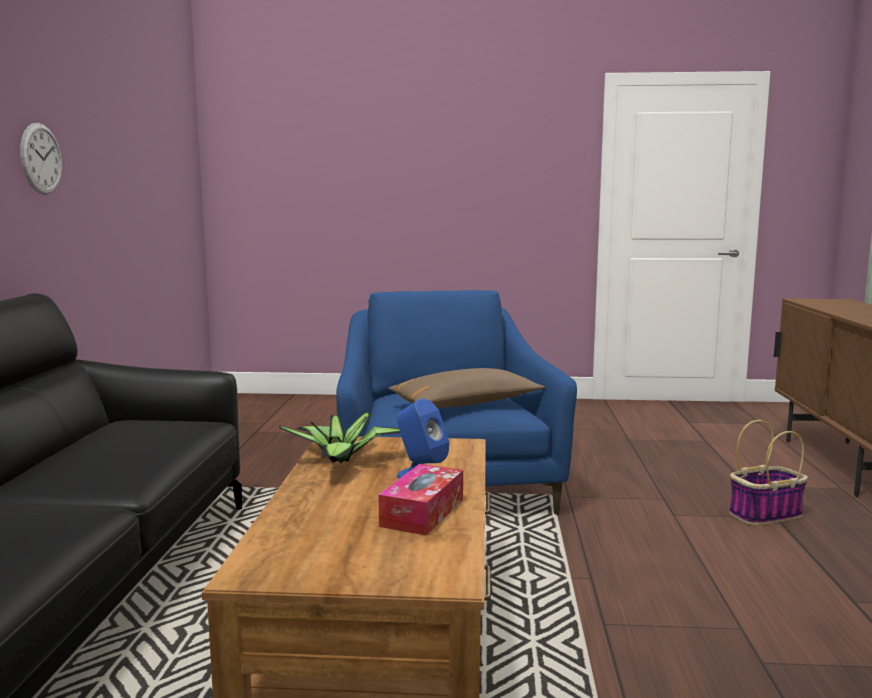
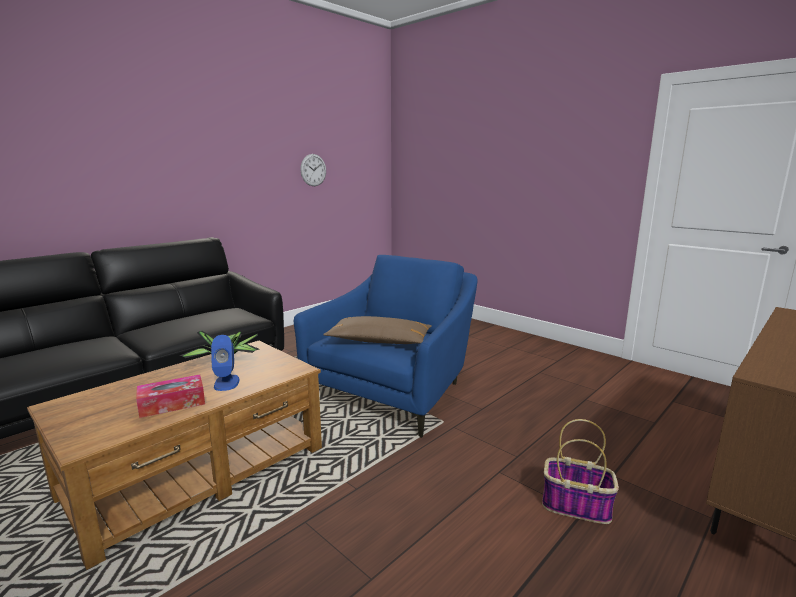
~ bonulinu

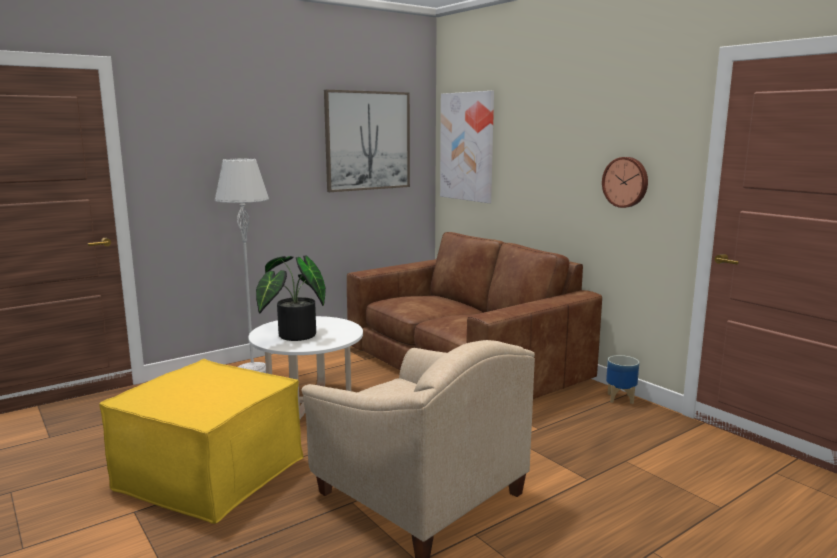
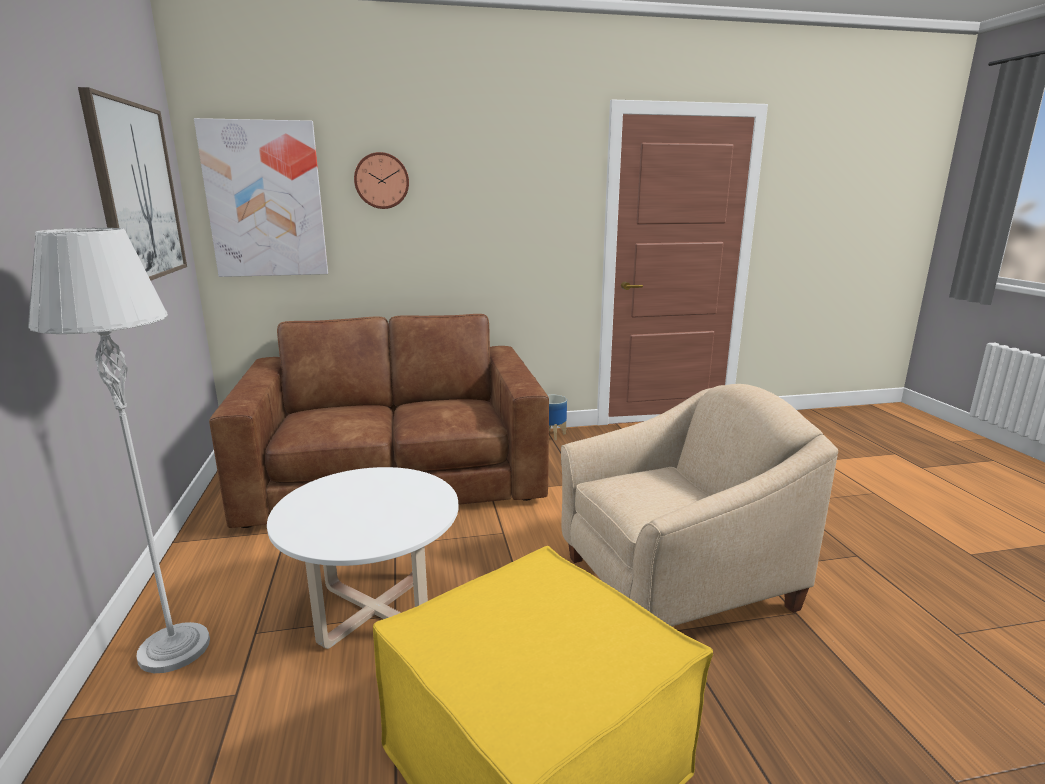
- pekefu
~ bonulinu

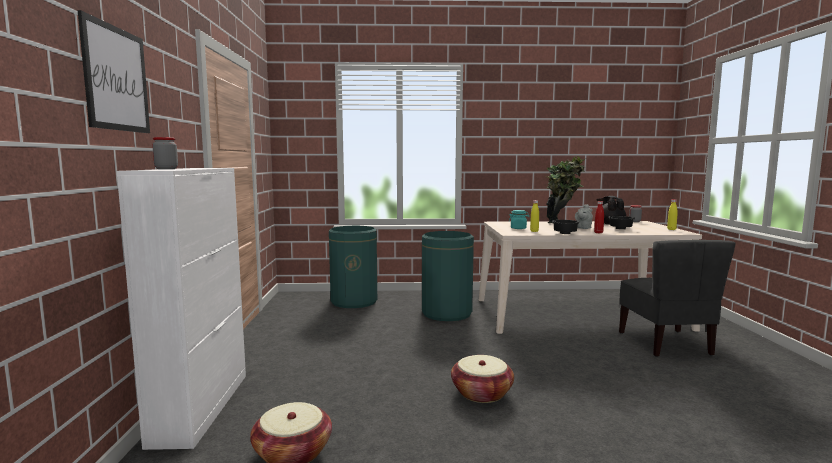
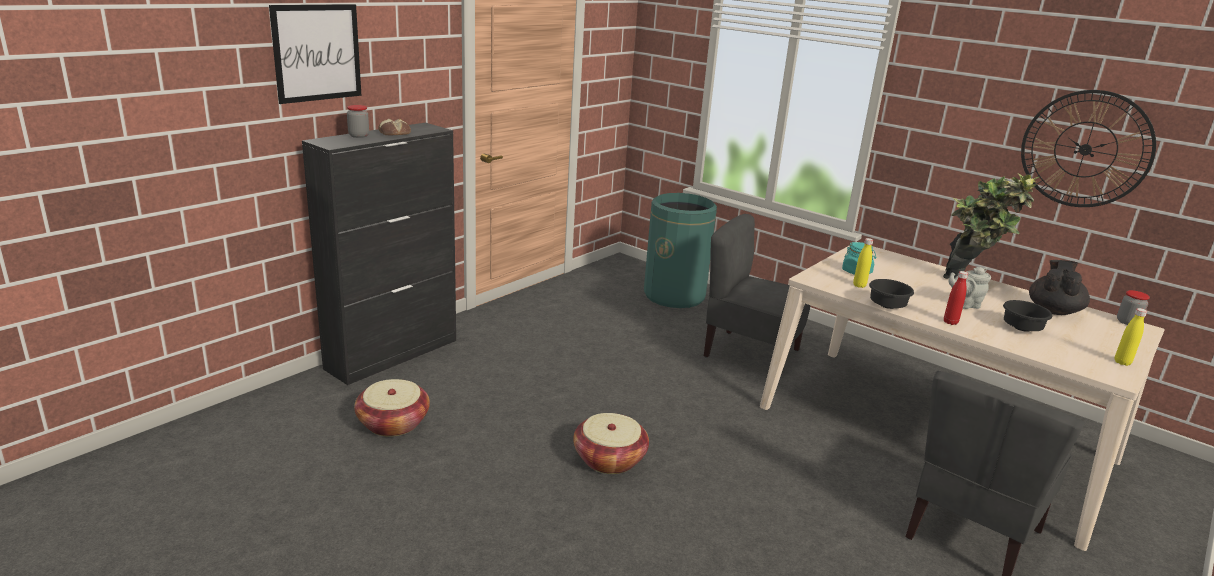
~ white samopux to black samopux
~ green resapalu (2nd from left) to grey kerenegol (1st from left)
+ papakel
+ bonulinu

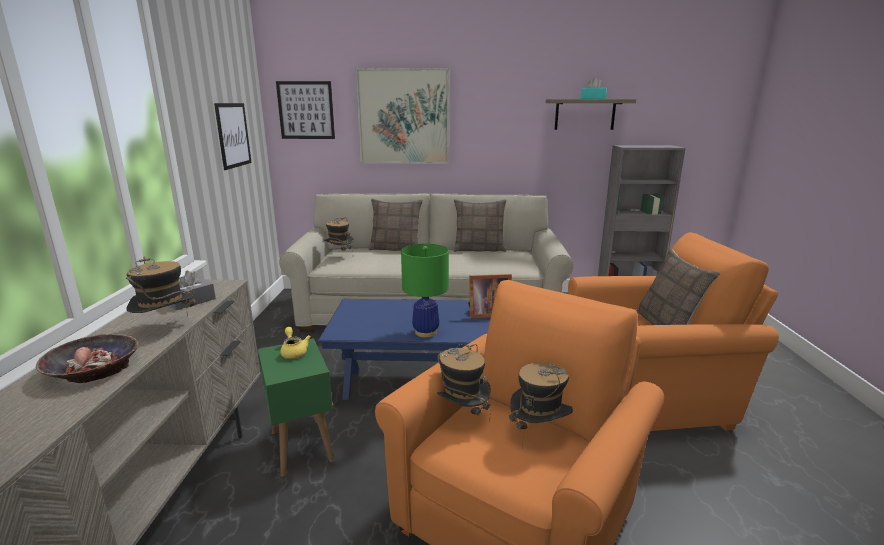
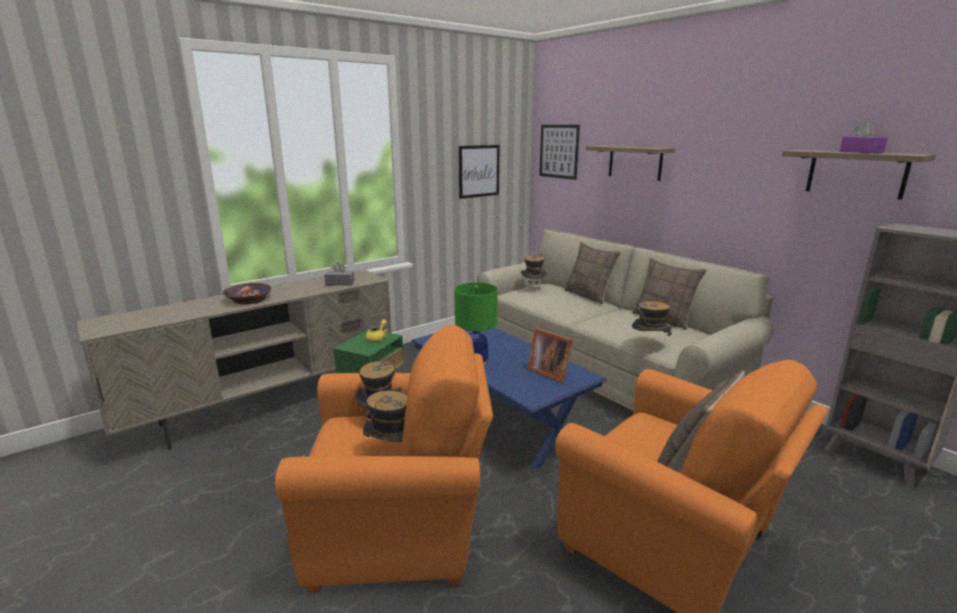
~ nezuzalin (1st from left in the first image) to nezuzalin (4th from left)
~ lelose (3rd from left) to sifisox (1st from left)
~ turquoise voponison to purple voponison

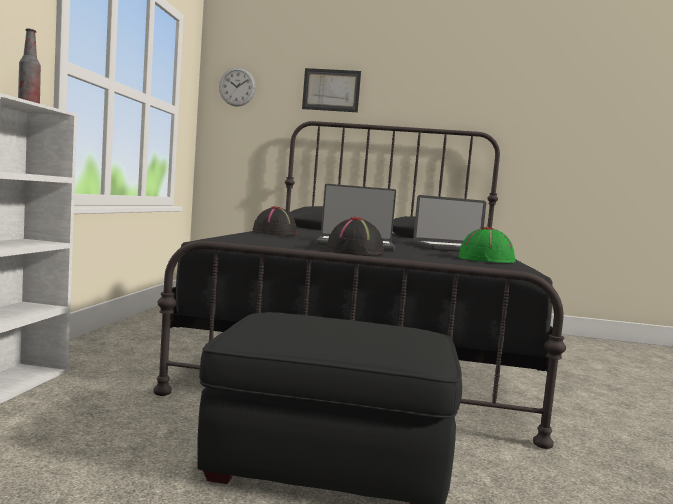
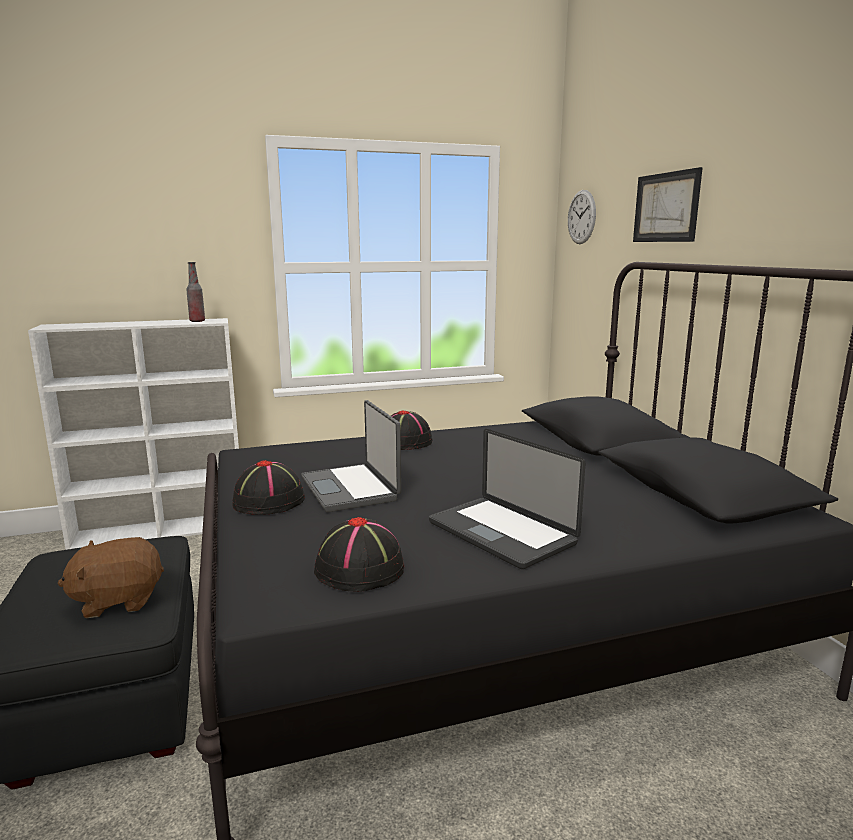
~ green nezuzalin to black nezuzalin (2nd from left)
+ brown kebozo

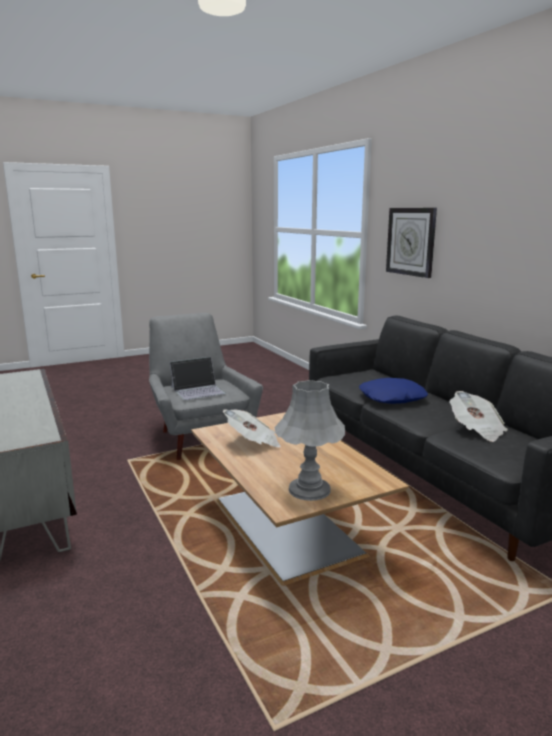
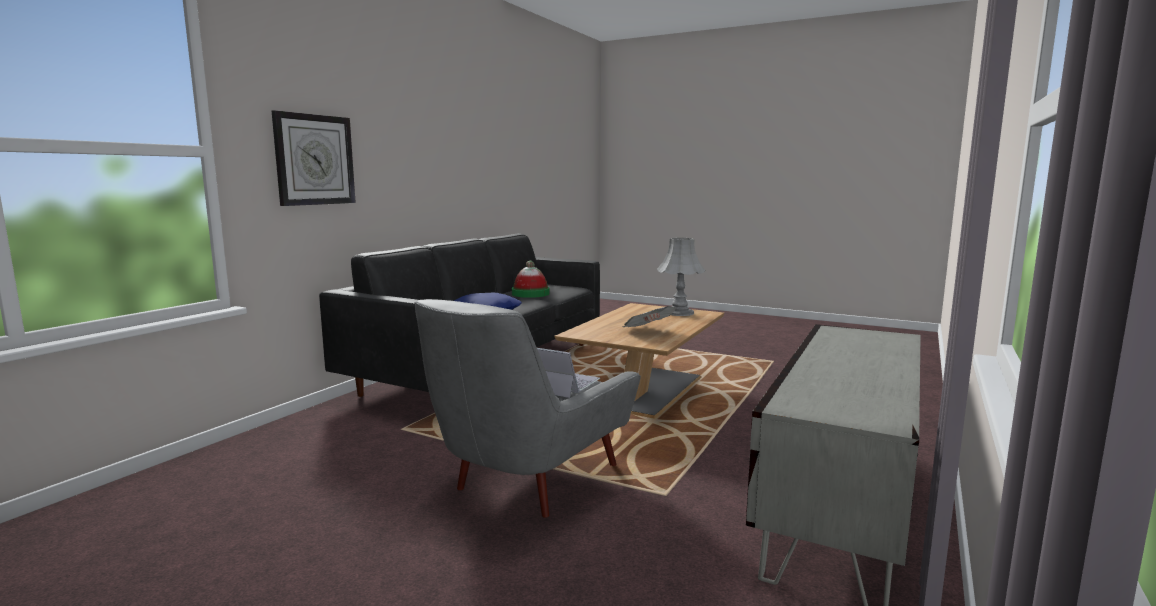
~ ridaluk (2nd from left) to nezuzalin

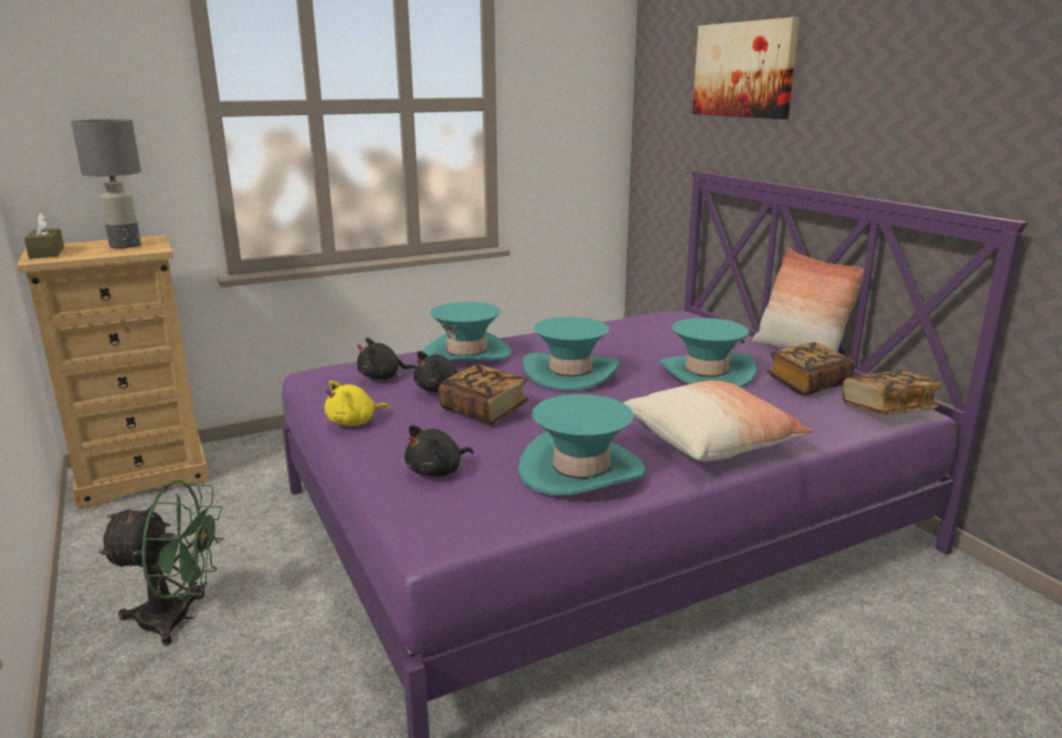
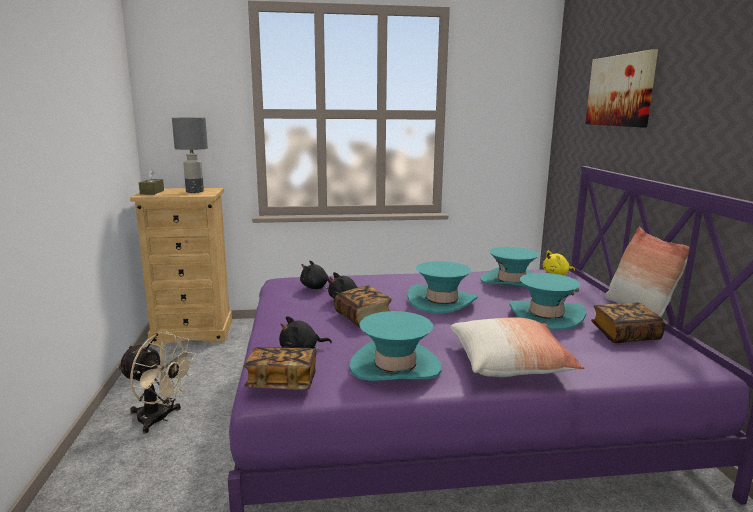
~ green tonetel to beige tonetel
~ yellow kebozo
~ turquoise nezuzalin (1st from left in the first image) to turquoise nezuzalin (3rd from left)
~ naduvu (3rd from left in the first image) to naduvu (1st from left)

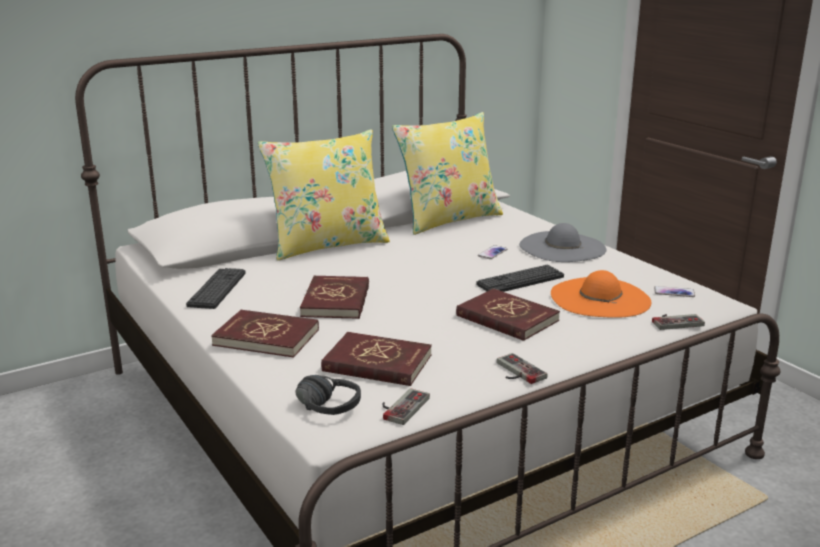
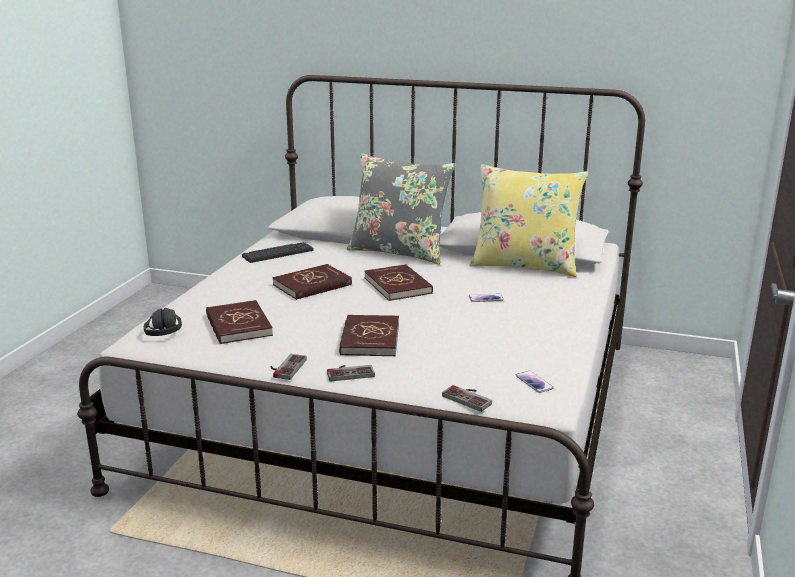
~ red naduvu (1st from left in the first image) to red naduvu (4th from left)
~ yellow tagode (1st from left) to grey tagode
~ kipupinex (1st from left in the first image) to kipupinex (2nd from left)
- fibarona (2nd from left)
- grey nezuzalin
- orange nezuzalin

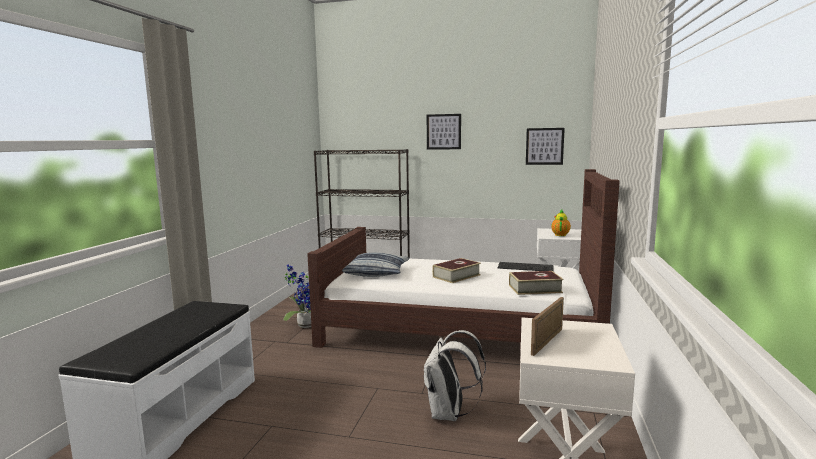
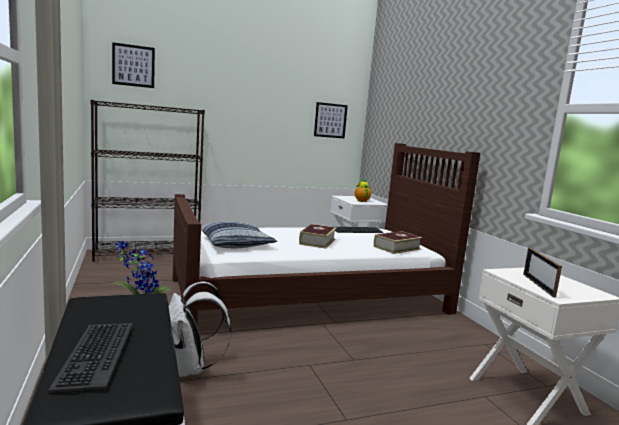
~ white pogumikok
~ lelose (1st from left)
+ fibarona (1st from left)

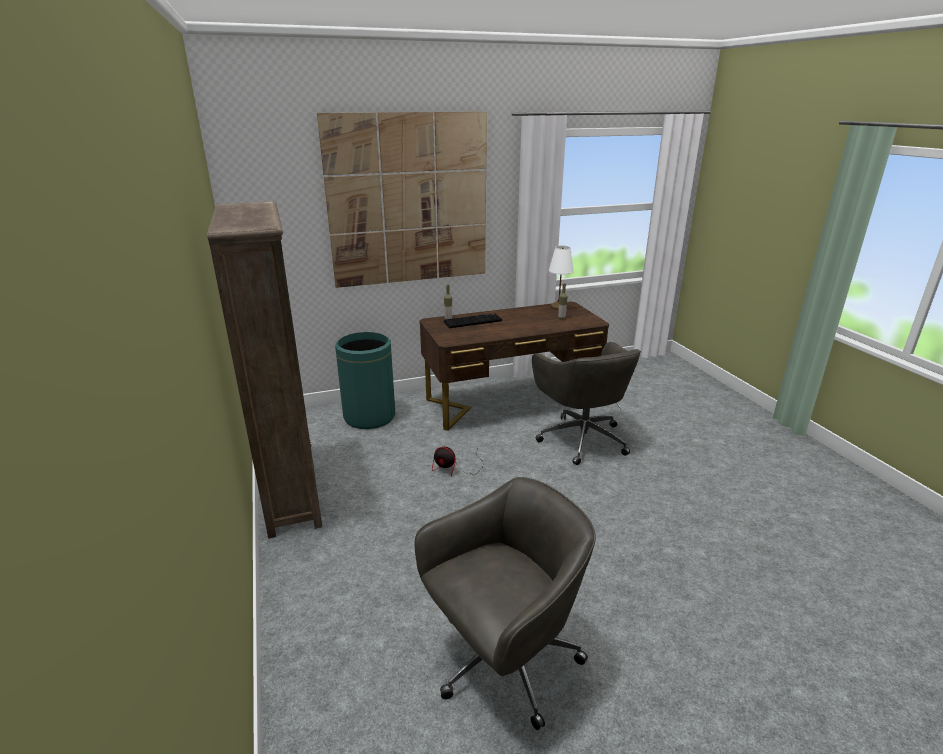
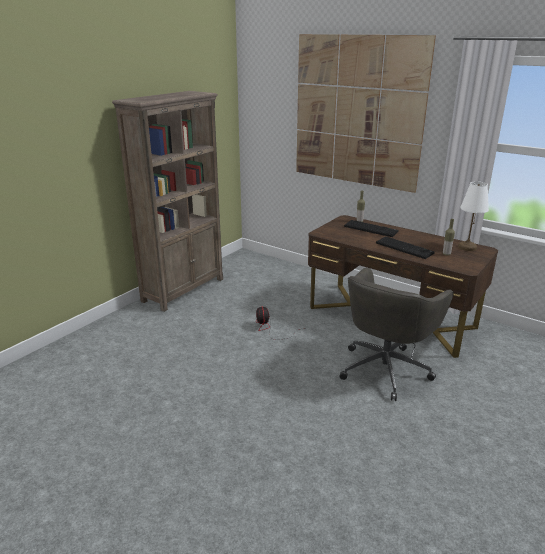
- green resapalu
- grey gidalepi (1st from left)
+ fibarona (2nd from left)

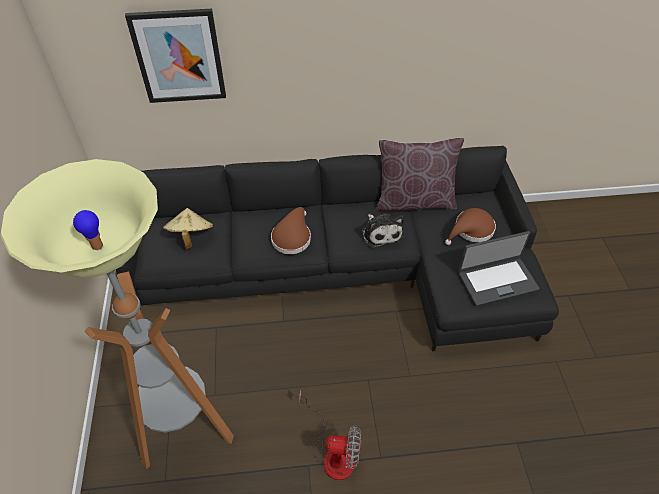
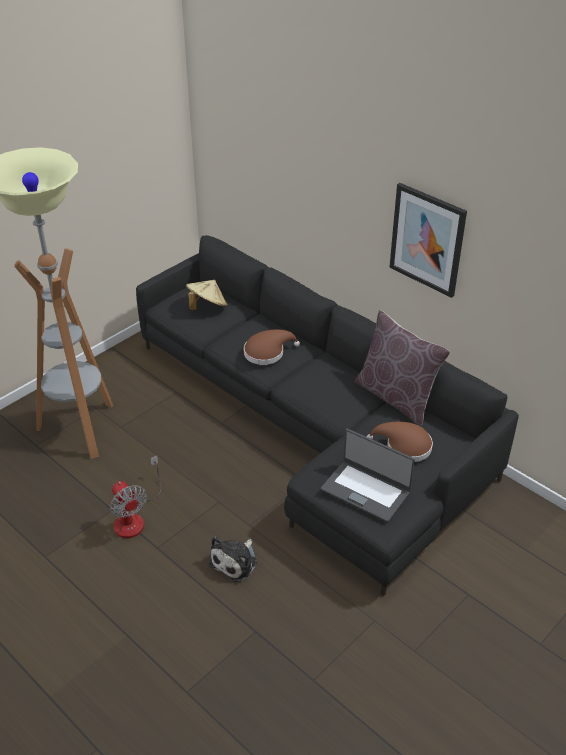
~ lelose
~ kebozo

